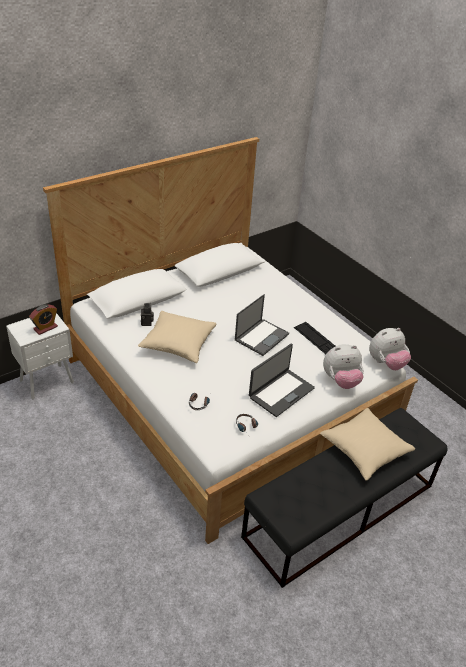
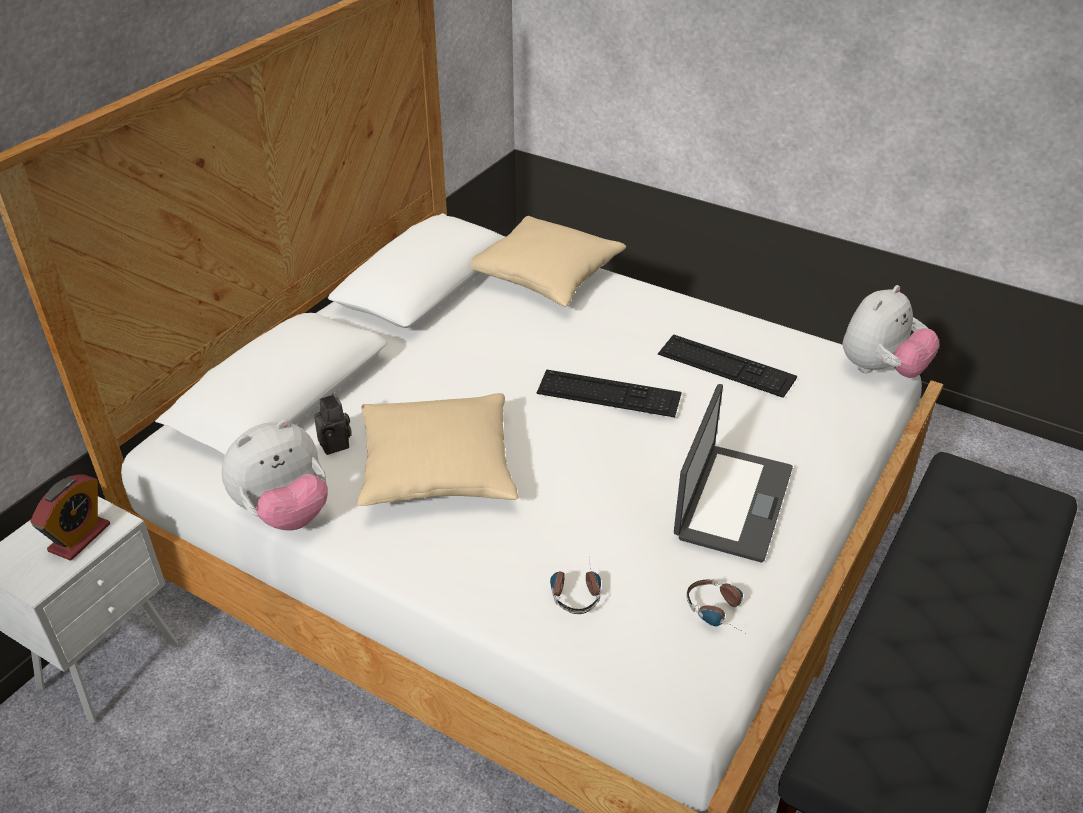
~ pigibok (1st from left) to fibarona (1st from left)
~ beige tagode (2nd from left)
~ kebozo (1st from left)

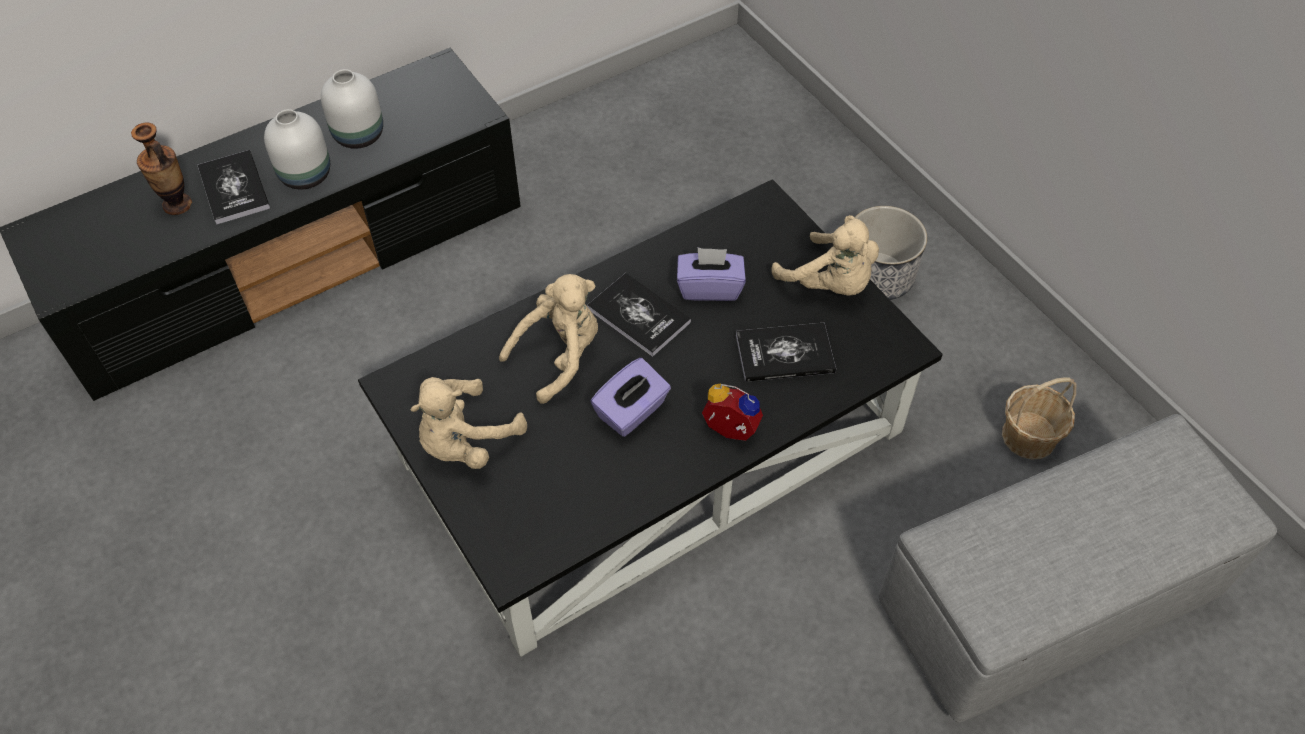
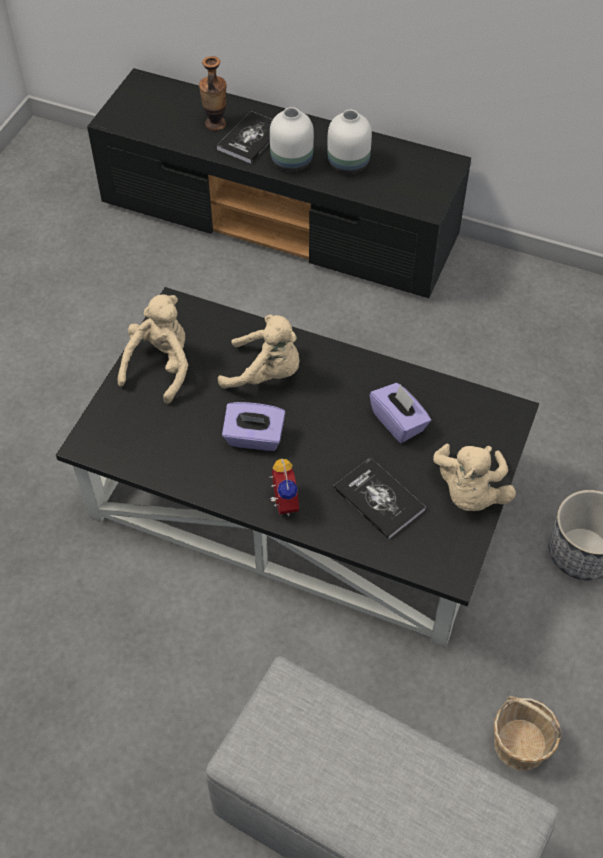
~ beige kebozo (1st from left) 105 degrees clockwise
- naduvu (2nd from left)

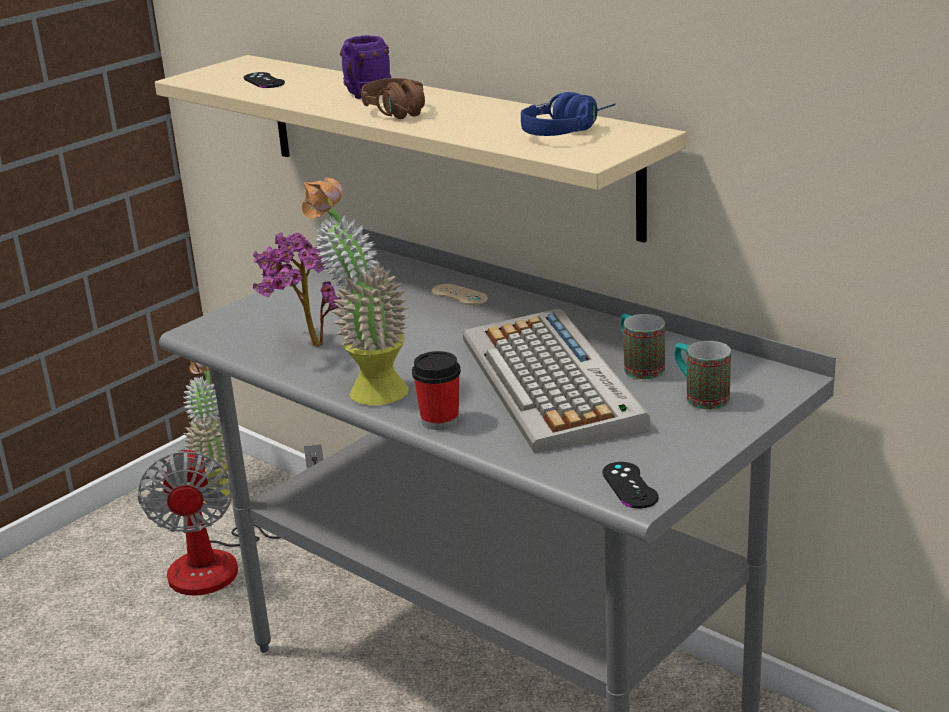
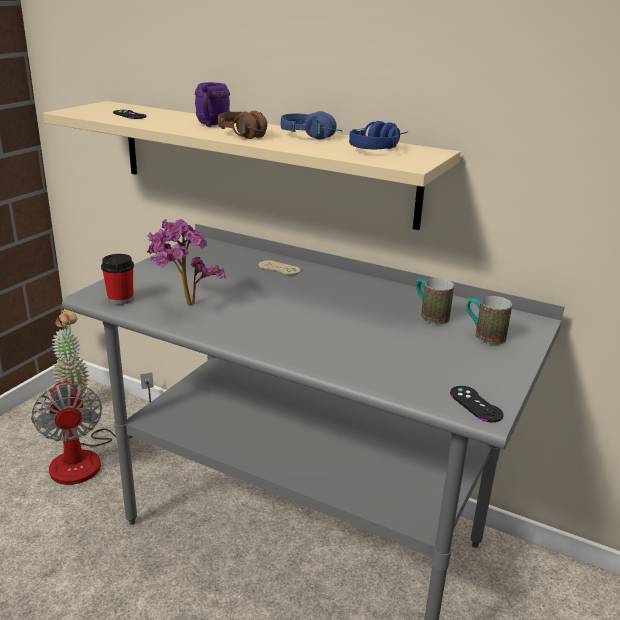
- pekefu (3rd from left)
~ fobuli
- fibarona
+ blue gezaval (1st from left)

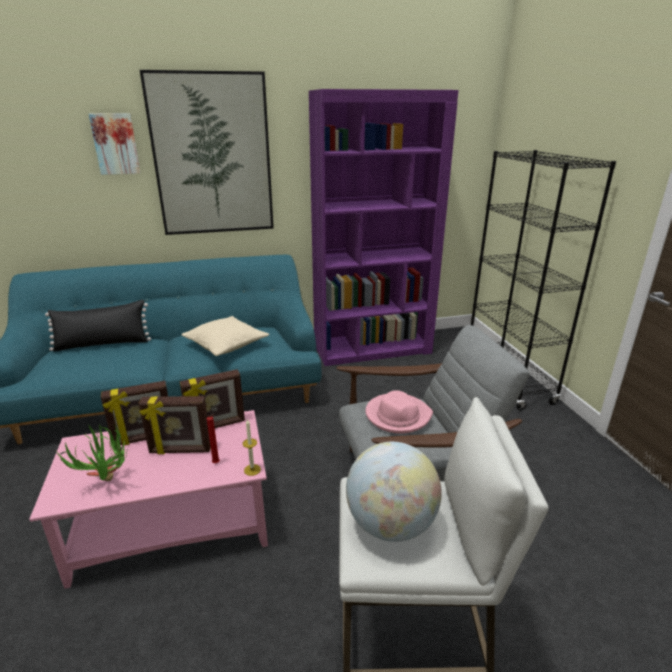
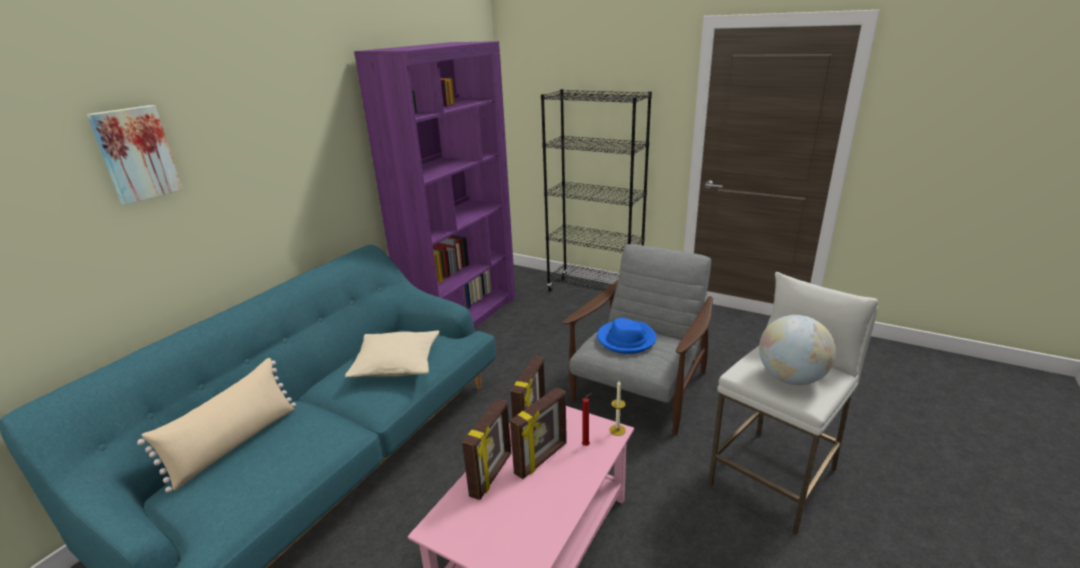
~ black tagode to beige tagode (1st from left)
- pekefu
- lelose (2nd from left)
~ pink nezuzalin to blue nezuzalin

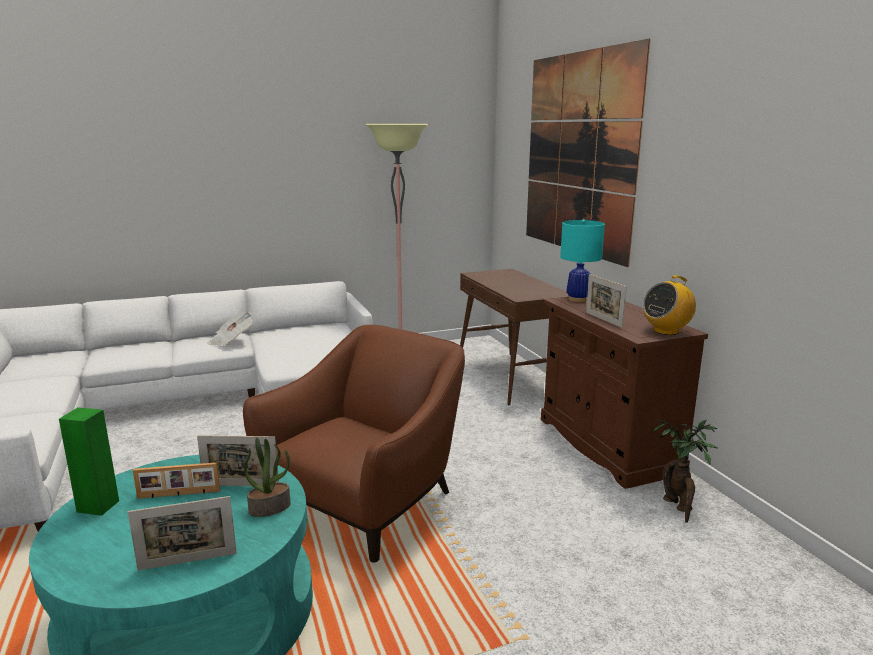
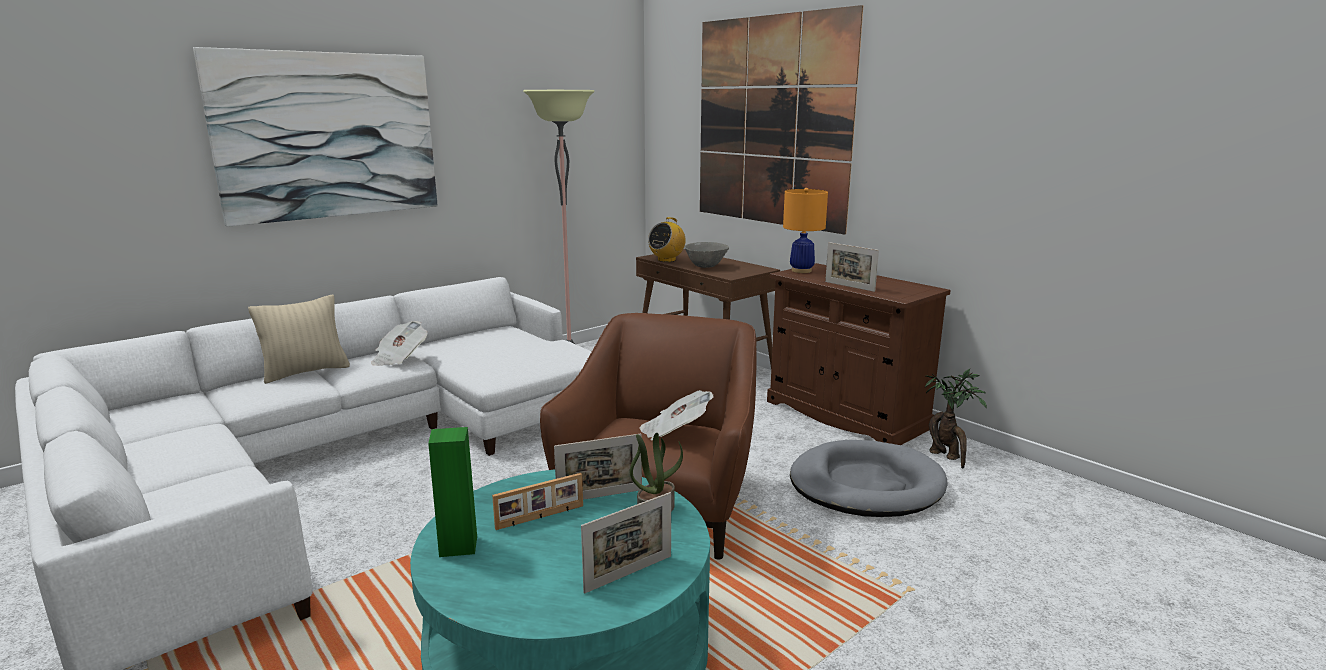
~ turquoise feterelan to orange feterelan
~ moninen
+ lelose (1st from left)
+ beige tagode
+ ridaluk (2nd from left)
+ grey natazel
+ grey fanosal

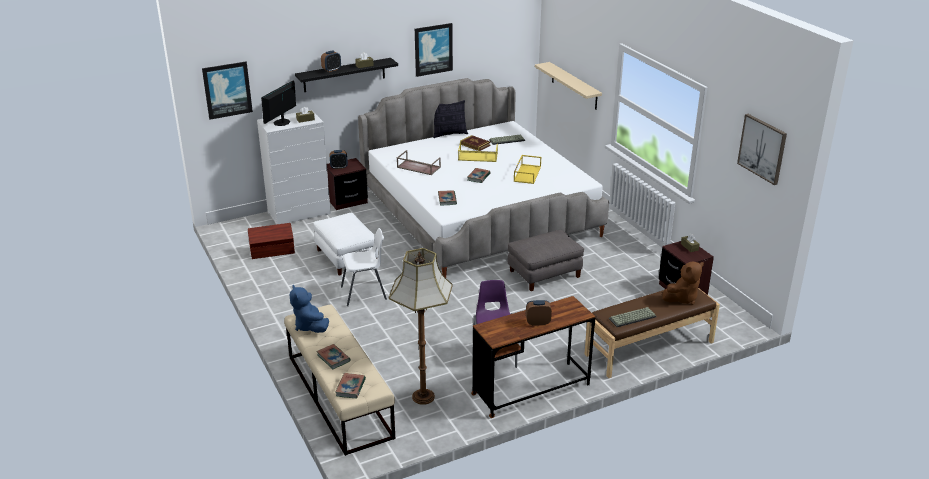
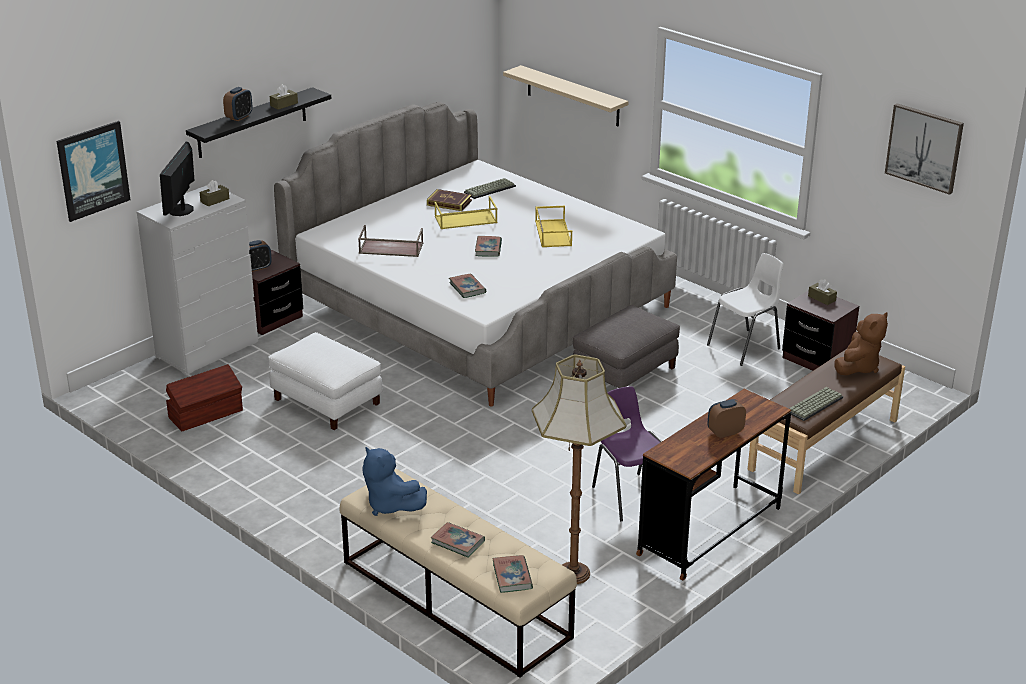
~ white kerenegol
- lelose (2nd from left)
- tagode

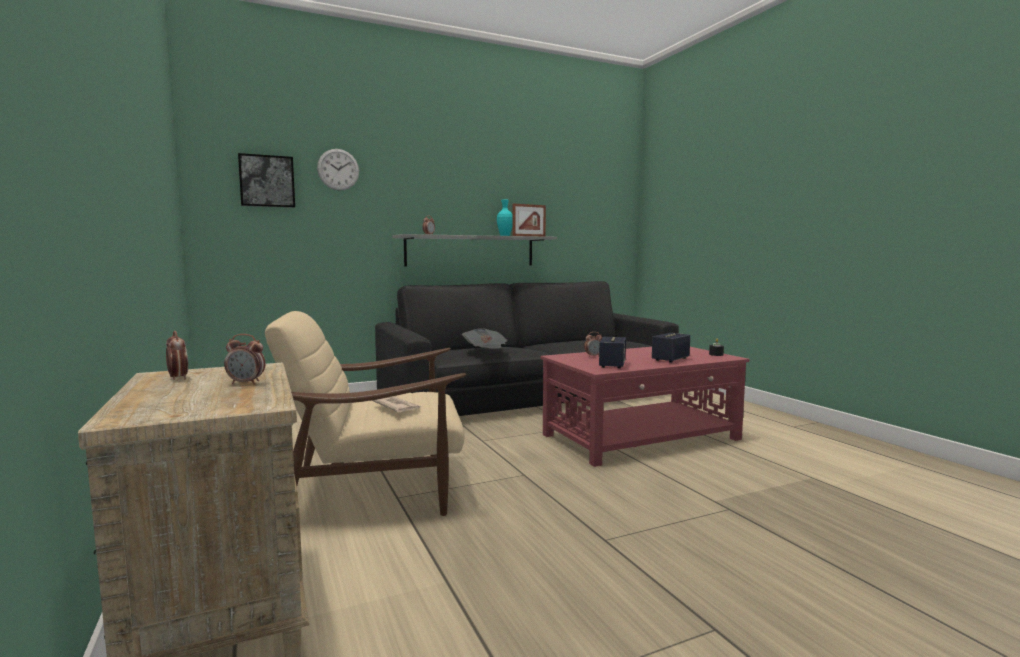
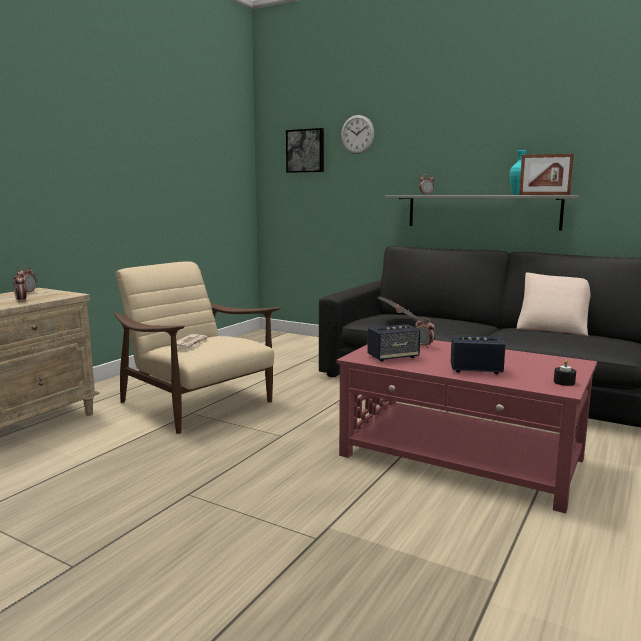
+ beige tagode

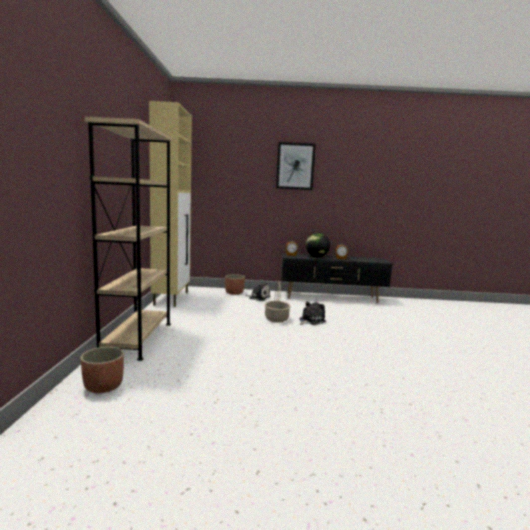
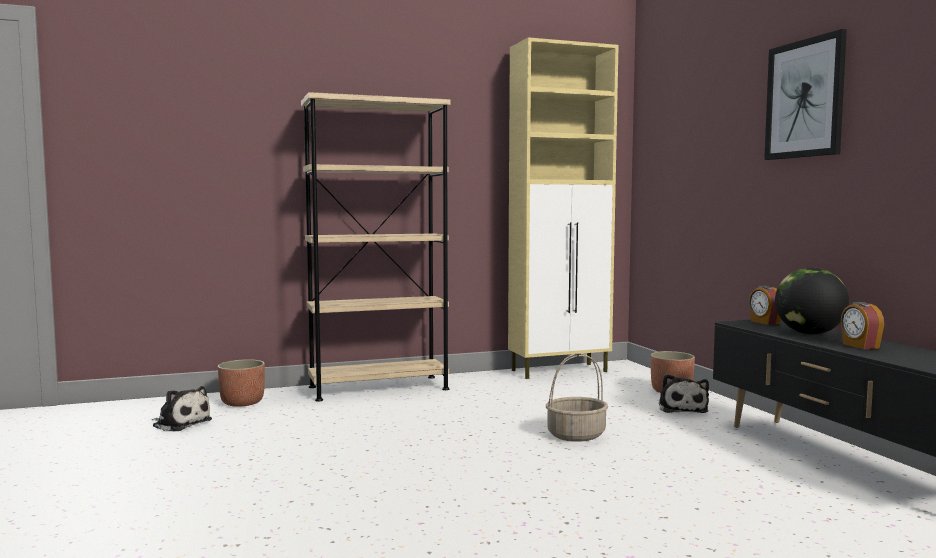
~ kebozo (2nd from left in the first image) to kebozo (1st from left)

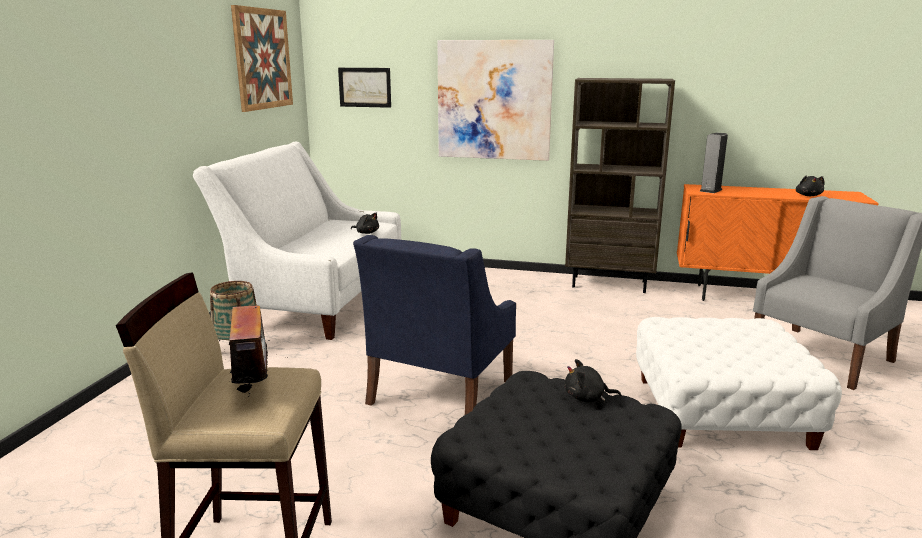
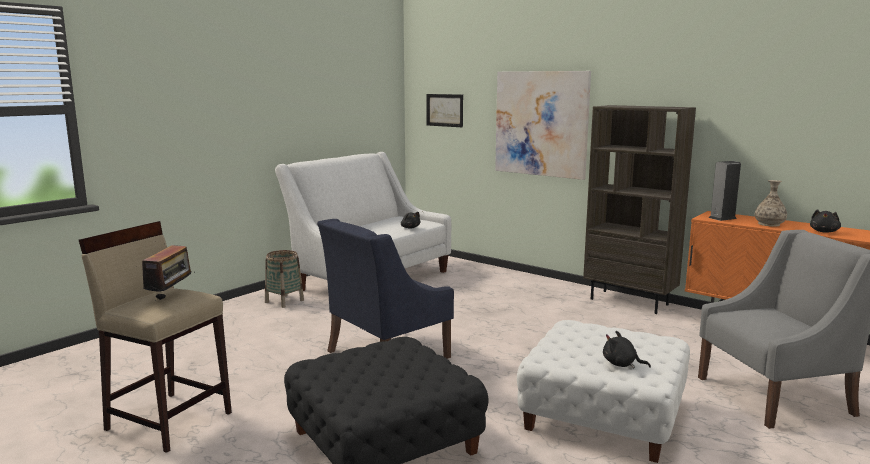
- lelose (1st from left)
~ black kebozo (2nd from left)
+ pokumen

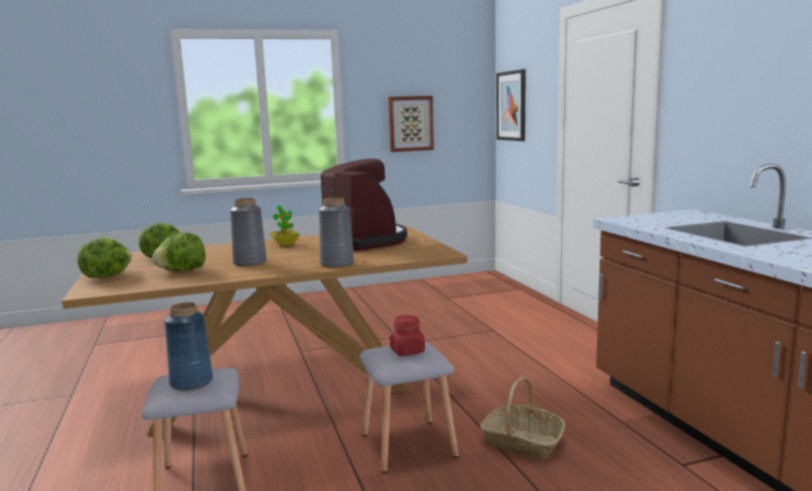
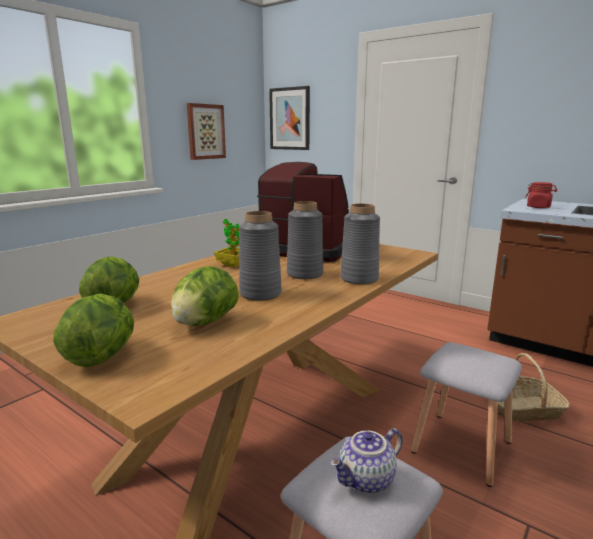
~ blue pokumen to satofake
~ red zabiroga
+ grey pokumen (2nd from left)

